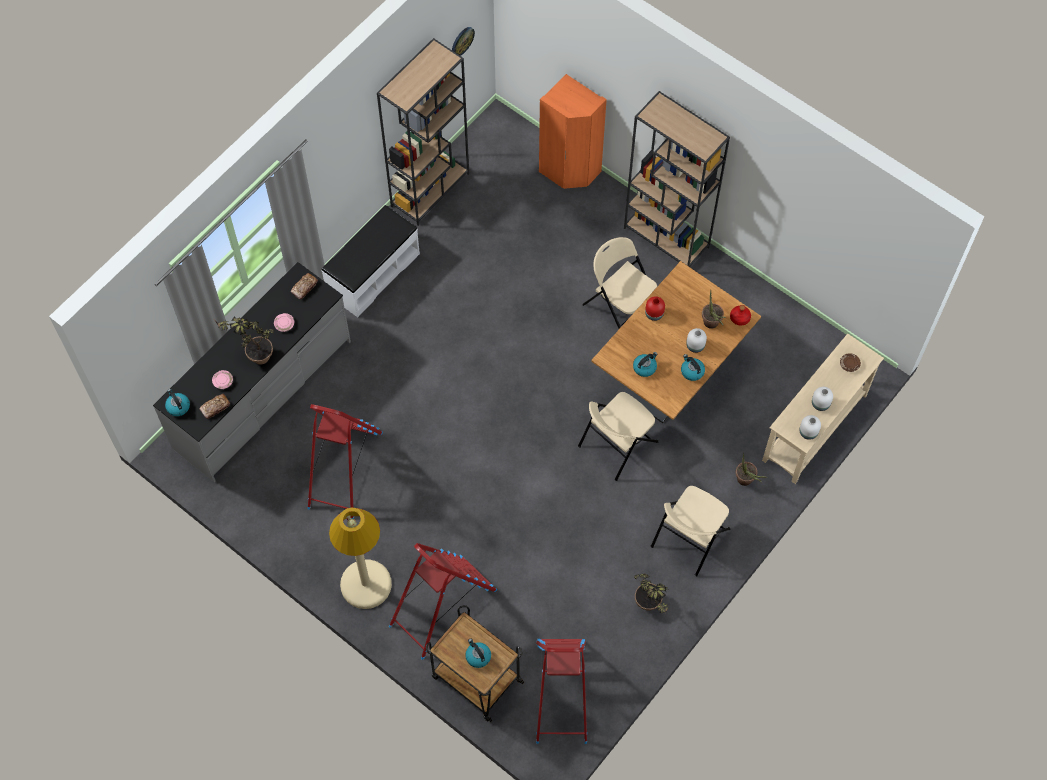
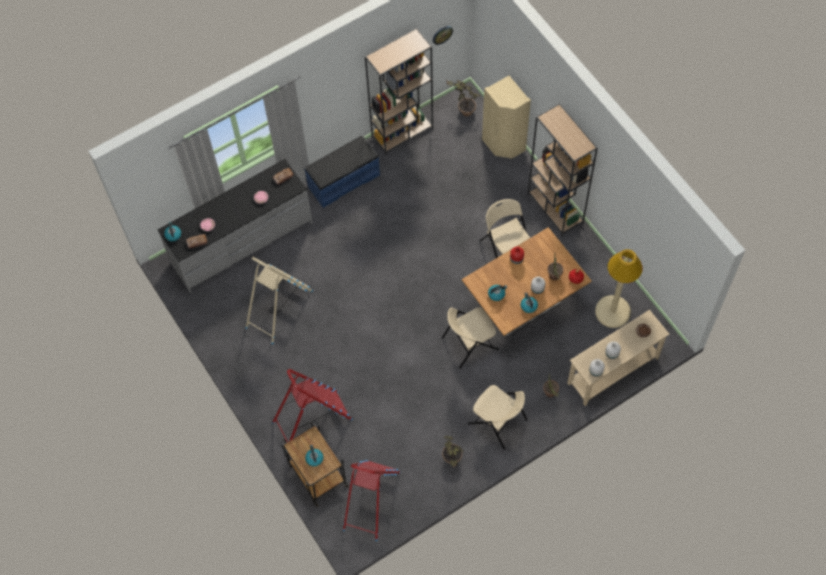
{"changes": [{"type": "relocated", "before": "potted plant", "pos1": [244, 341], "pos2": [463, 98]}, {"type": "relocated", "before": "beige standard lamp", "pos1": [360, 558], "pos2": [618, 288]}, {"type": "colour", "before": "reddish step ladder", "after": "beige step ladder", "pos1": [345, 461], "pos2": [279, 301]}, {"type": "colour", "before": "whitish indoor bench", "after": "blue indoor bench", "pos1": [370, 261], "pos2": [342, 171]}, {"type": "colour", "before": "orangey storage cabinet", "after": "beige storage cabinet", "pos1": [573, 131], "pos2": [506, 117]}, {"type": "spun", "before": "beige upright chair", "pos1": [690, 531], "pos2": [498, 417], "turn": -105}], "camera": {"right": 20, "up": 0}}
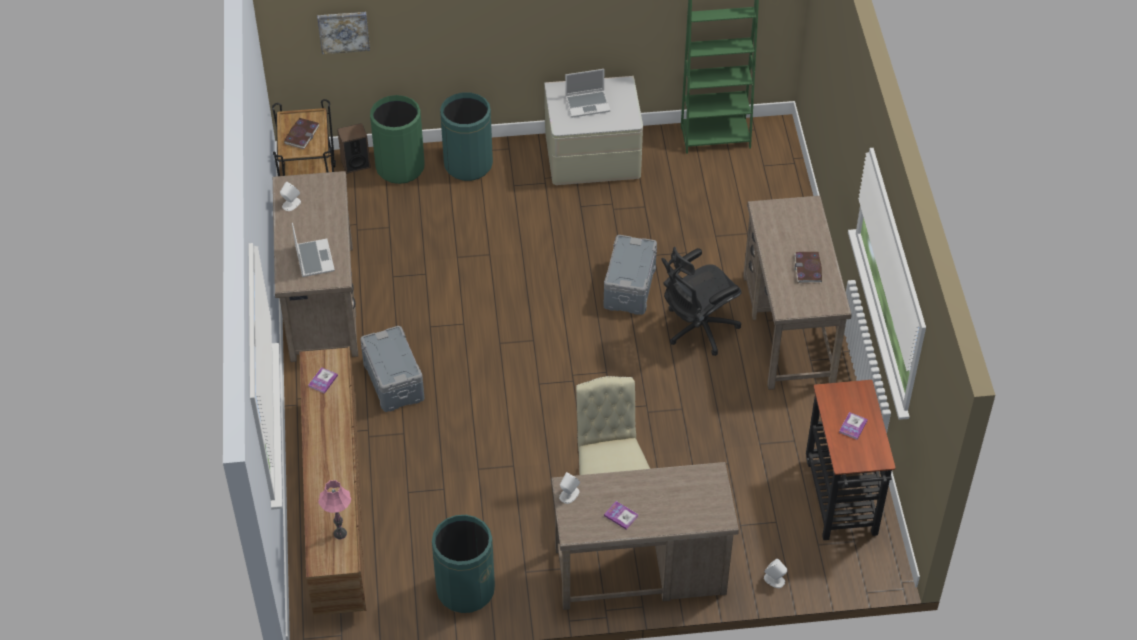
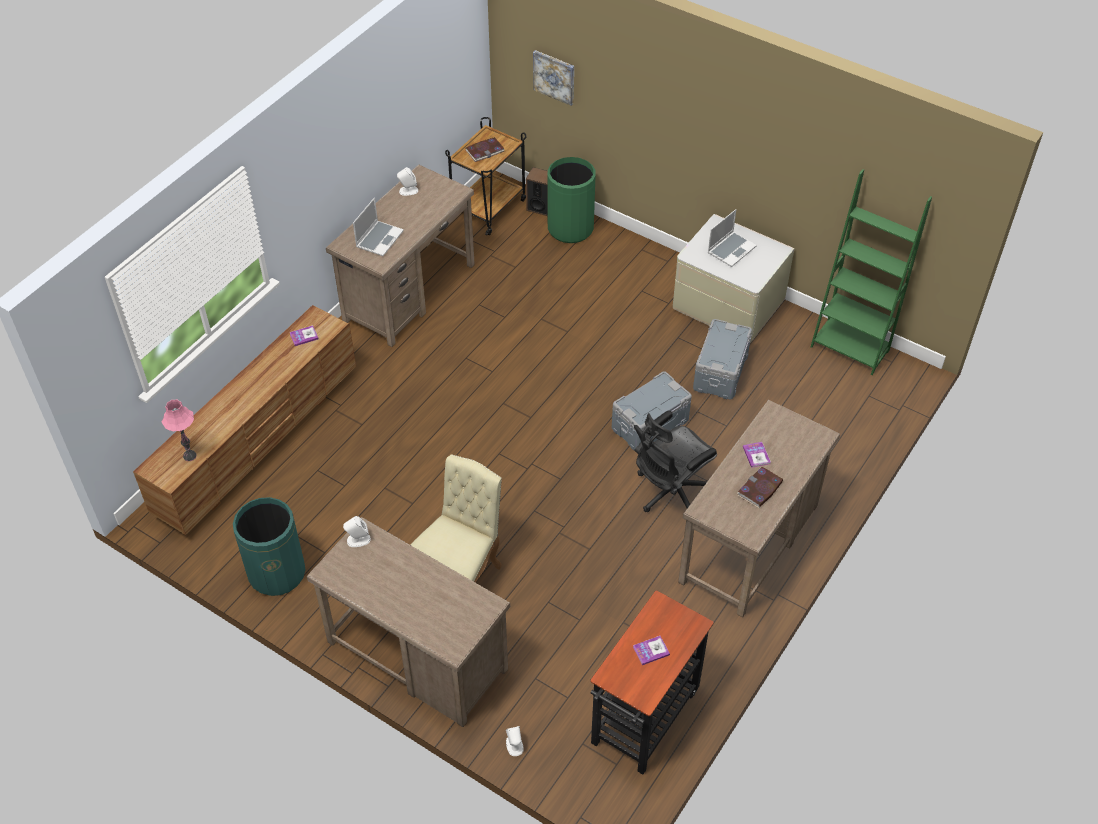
{"changes": [{"type": "missing", "before": "green rubbish bin", "pos1": [466, 136]}, {"type": "relocated", "before": "grey storage bin", "pos1": [392, 369], "pos2": [722, 359]}, {"type": "relocated", "before": "volume", "pos1": [621, 515], "pos2": [757, 455]}, {"type": "spun", "before": "laptop", "pos1": [588, 93], "pos2": [732, 238], "turn": -75}, {"type": "spun", "before": "desk chair", "pos1": [701, 301], "pos2": [675, 461], "turn": -45}], "camera": {"right": 40, "up": 0}}
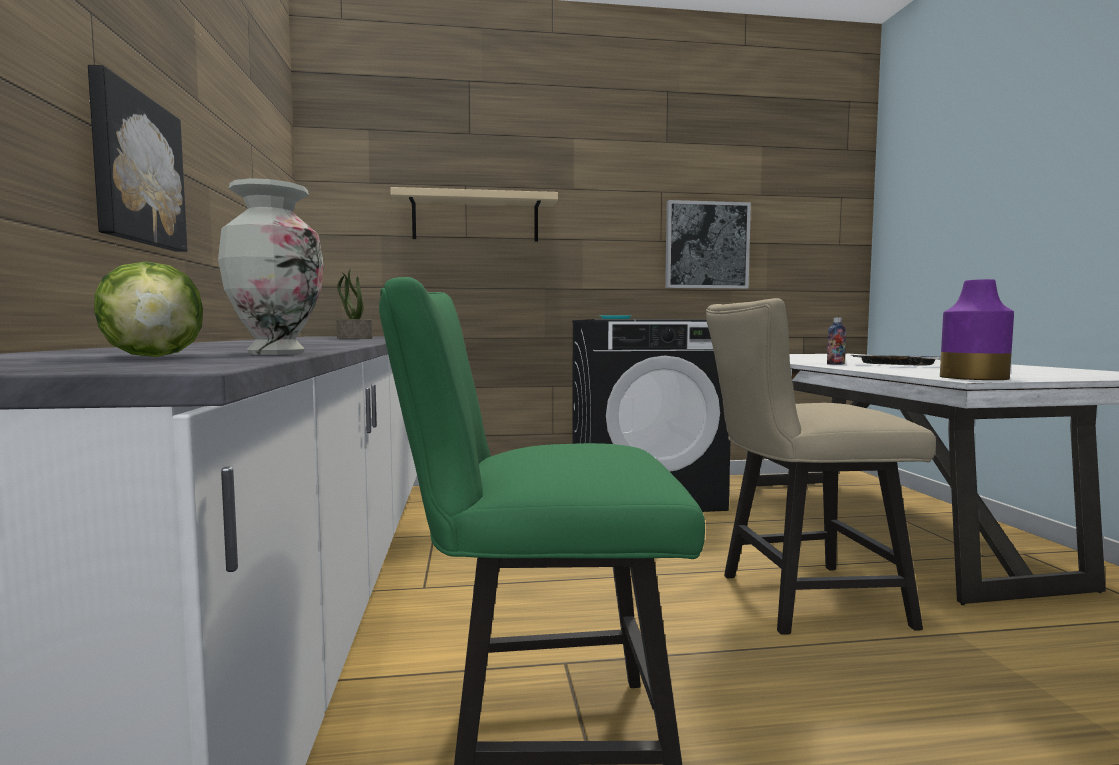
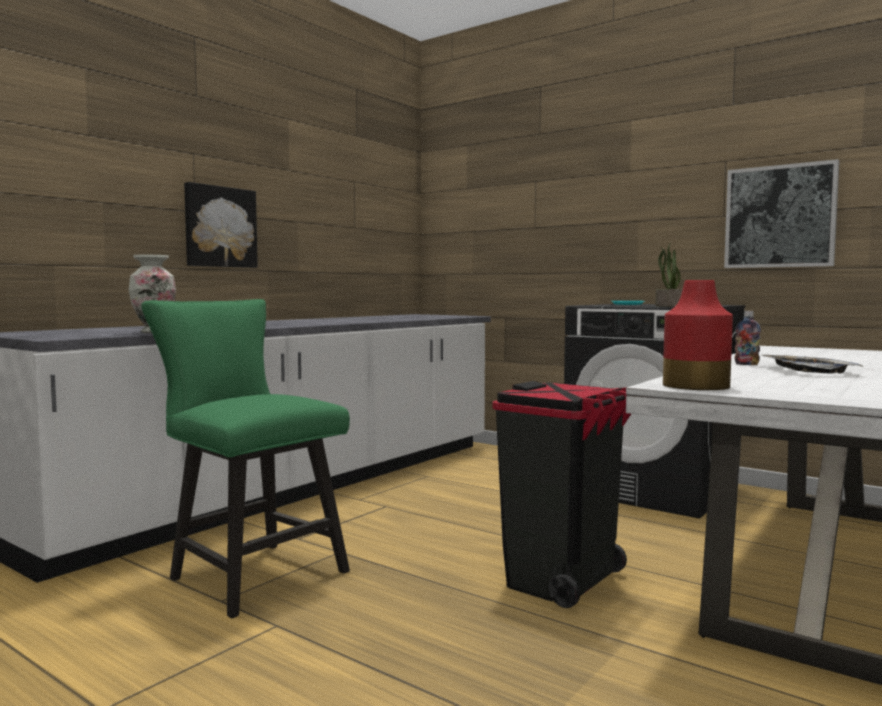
{"changes": [{"type": "missing", "before": "head of lettuce", "pos1": [148, 309]}, {"type": "missing", "before": "beige bracket shelf", "pos1": [474, 214]}, {"type": "relocated", "before": "potted plant", "pos1": [355, 303], "pos2": [669, 274]}, {"type": "exchanged", "before": "beige upright chair", "after": "black-coloured rubbish bin", "pos1": [821, 466], "pos2": [561, 494]}, {"type": "colour", "before": "purplish flower vase", "after": "reddish flower vase", "pos1": [977, 329], "pos2": [698, 335]}], "camera": {"right": 45, "up": 0}}
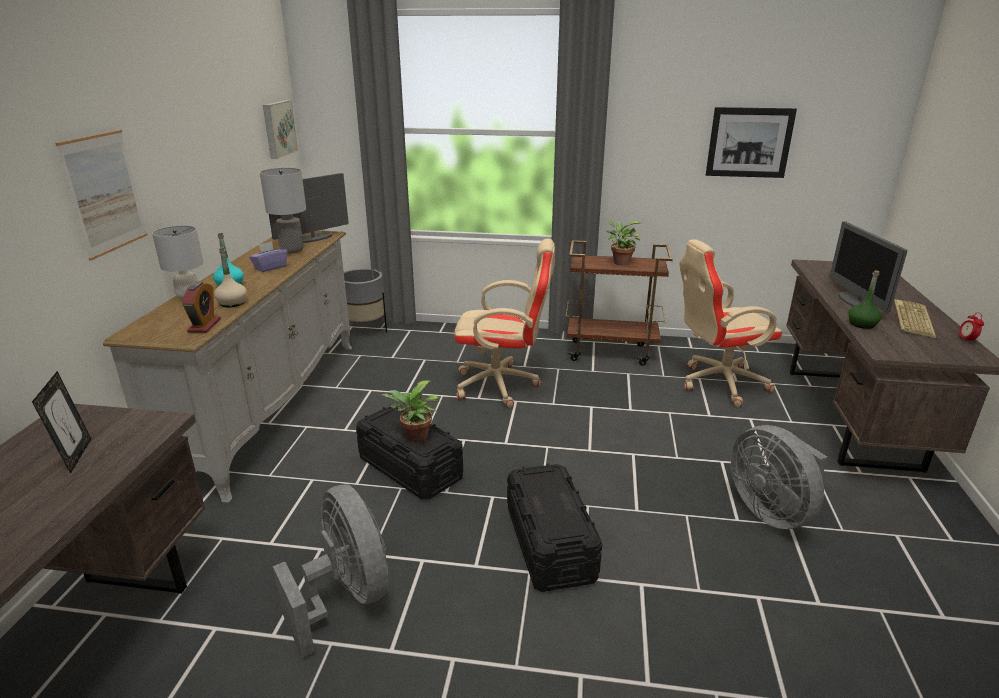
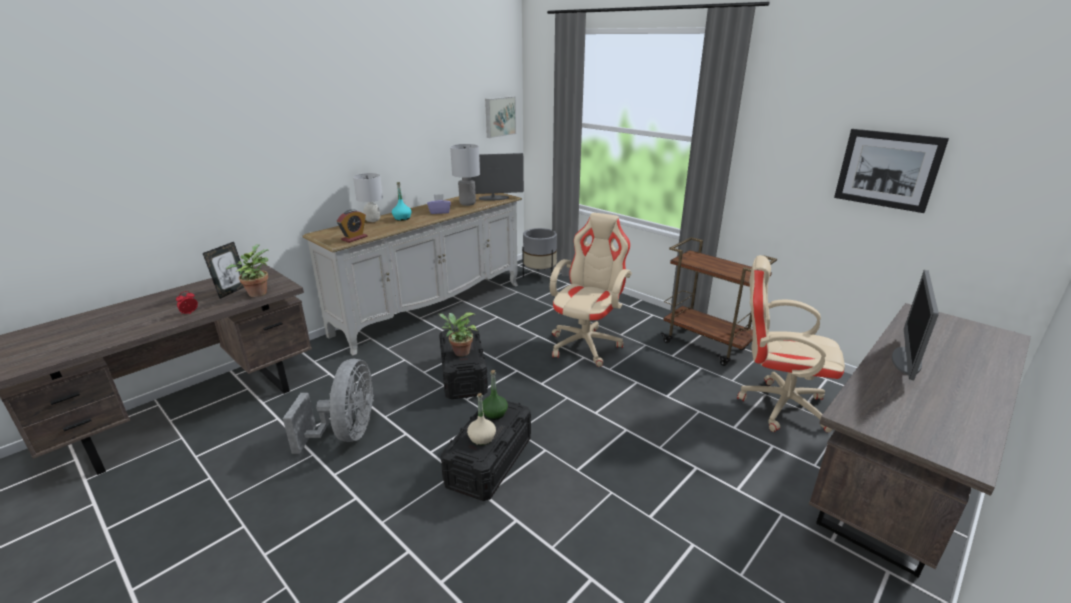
{"changes": [{"type": "missing", "before": "picture", "pos1": [101, 195]}, {"type": "missing", "before": "grey electric fan", "pos1": [779, 477]}, {"type": "missing", "before": "PC keyboard", "pos1": [915, 318]}, {"type": "relocated", "before": "beige bottle", "pos1": [230, 277], "pos2": [481, 419]}, {"type": "relocated", "before": "potted plant", "pos1": [624, 243], "pos2": [247, 270]}, {"type": "relocated", "before": "green bottle", "pos1": [865, 299], "pos2": [495, 395]}, {"type": "relocated", "before": "alarm clock", "pos1": [971, 328], "pos2": [187, 302]}, {"type": "spun", "before": "beige desk chair", "pos1": [504, 323], "pos2": [591, 290], "turn": -105}], "camera": {"right": 35, "up": 0}}
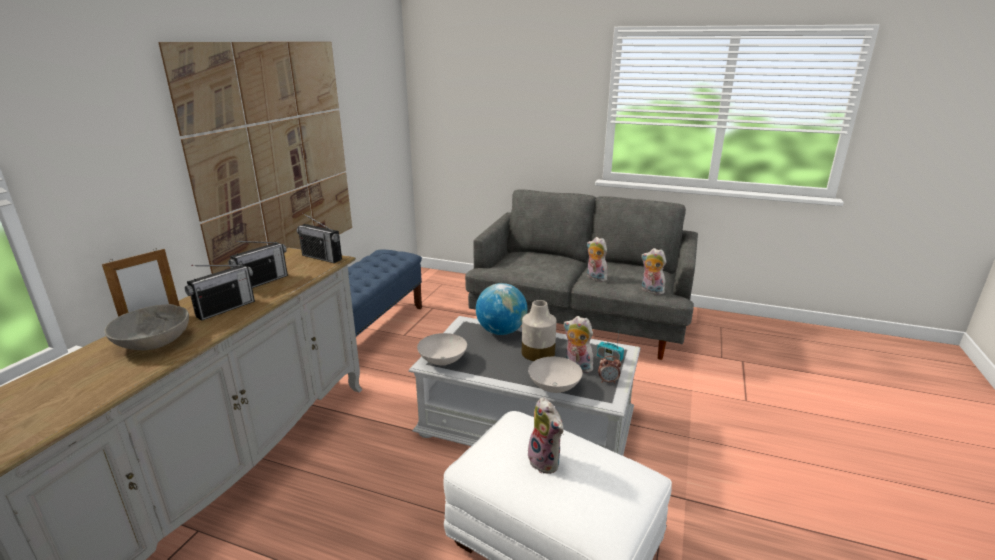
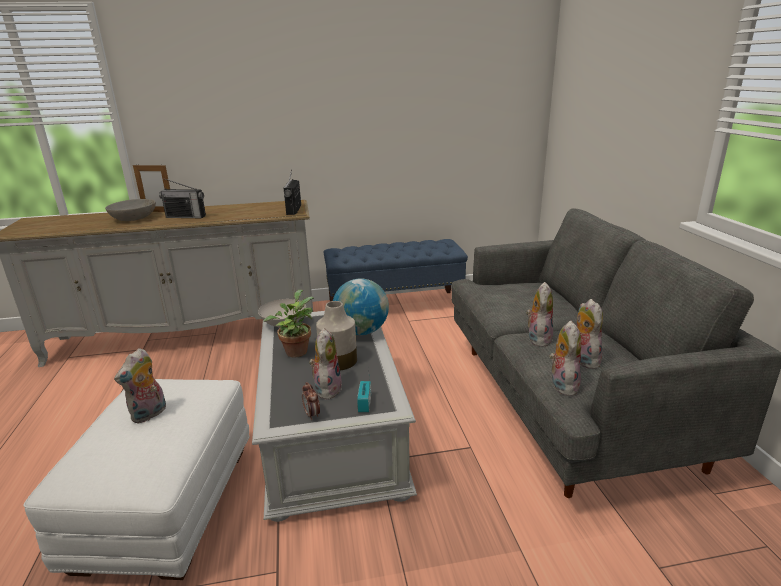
{"changes": [{"type": "missing", "before": "picture", "pos1": [255, 158]}, {"type": "missing", "before": "radio", "pos1": [258, 264]}, {"type": "missing", "before": "whitish bowl", "pos1": [555, 375]}, {"type": "appeared", "after": "potted plant", "pos2": [289, 324]}, {"type": "appeared", "after": "cuddly toy", "pos2": [590, 334]}], "camera": {"right": 60, "up": 0}}
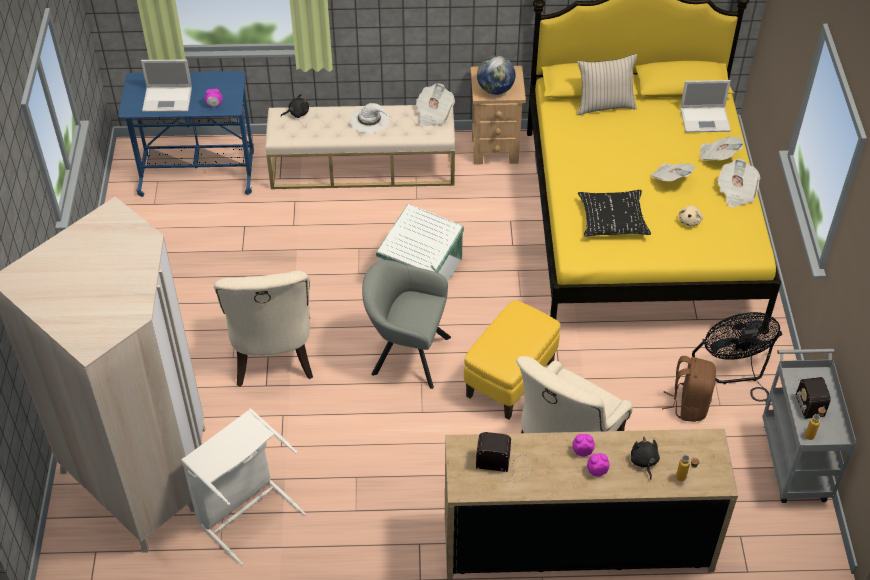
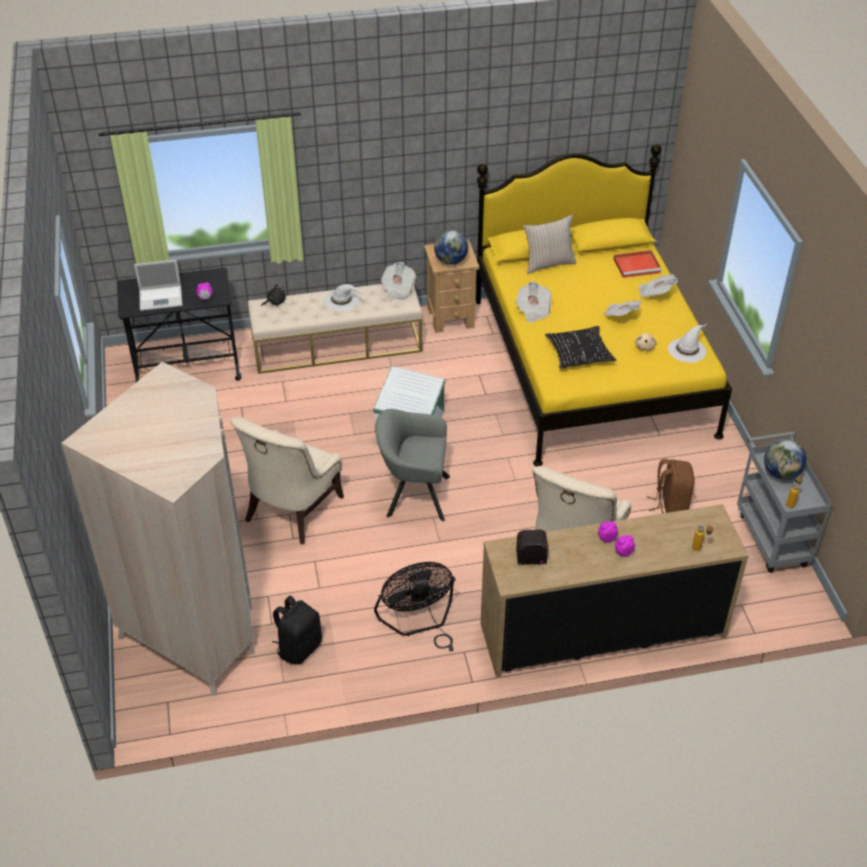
{"changes": [{"type": "missing", "before": "yellow-coloured ottoman", "pos1": [512, 360]}, {"type": "missing", "before": "black-coloured cuddly toy", "pos1": [645, 458]}, {"type": "appeared", "after": "whitish hat", "pos2": [687, 343]}, {"type": "relocated", "before": "black-coloured electric fan", "pos1": [737, 357], "pos2": [415, 606]}, {"type": "relocated", "before": "newspaper", "pos1": [739, 183], "pos2": [534, 302]}, {"type": "exchanged", "before": "whitish hamper", "after": "black-coloured rucksack", "pos1": [243, 486], "pos2": [297, 630]}, {"type": "exchanged", "before": "laptop", "after": "reddish serving tray", "pos1": [705, 106], "pos2": [637, 264]}, {"type": "exchanged", "before": "radio", "after": "desk globe", "pos1": [810, 398], "pos2": [785, 459]}, {"type": "colour", "before": "blue desk table", "after": "black-coloured desk table", "pos1": [186, 134], "pos2": [179, 325]}, {"type": "spun", "before": "beige lounge chair", "pos1": [263, 329], "pos2": [287, 480], "turn": 45}], "camera": {"right": -10, "up": -5}}
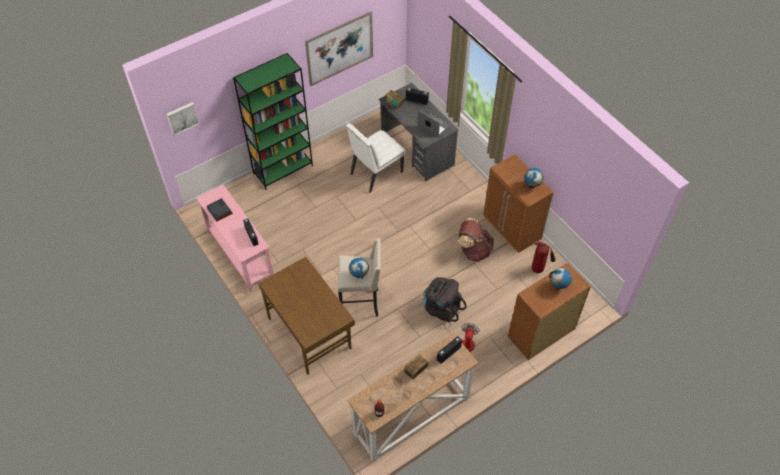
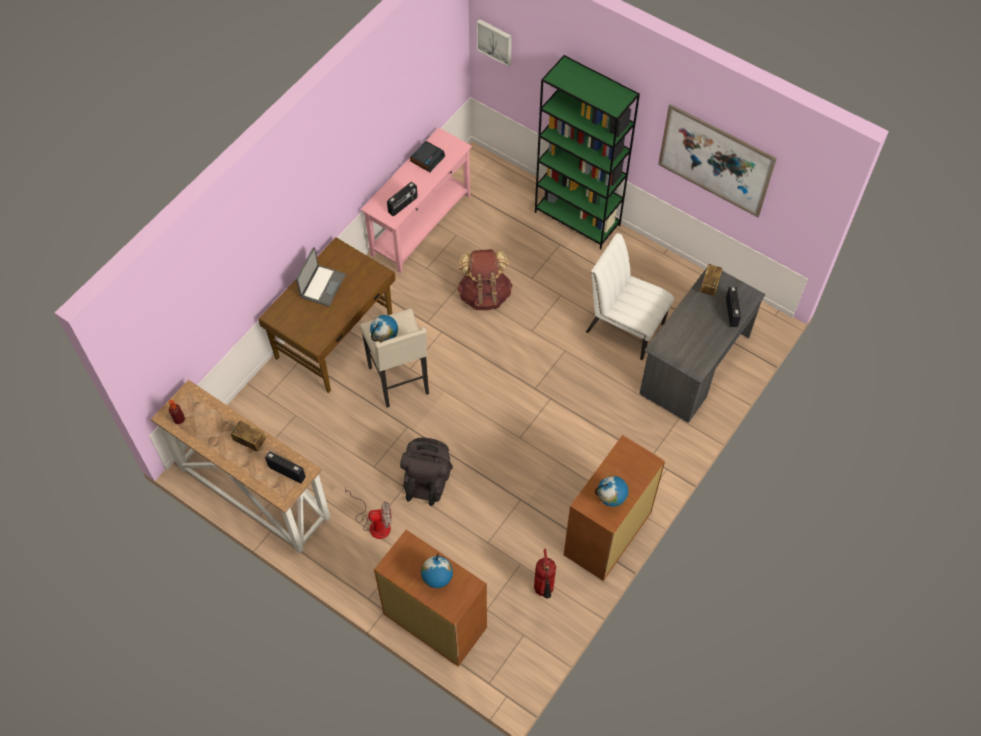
{"changes": [{"type": "relocated", "before": "laptop", "pos1": [434, 123], "pos2": [321, 277]}, {"type": "relocated", "before": "brownish rucksack", "pos1": [476, 240], "pos2": [485, 279]}], "camera": {"right": 70, "up": 5}}
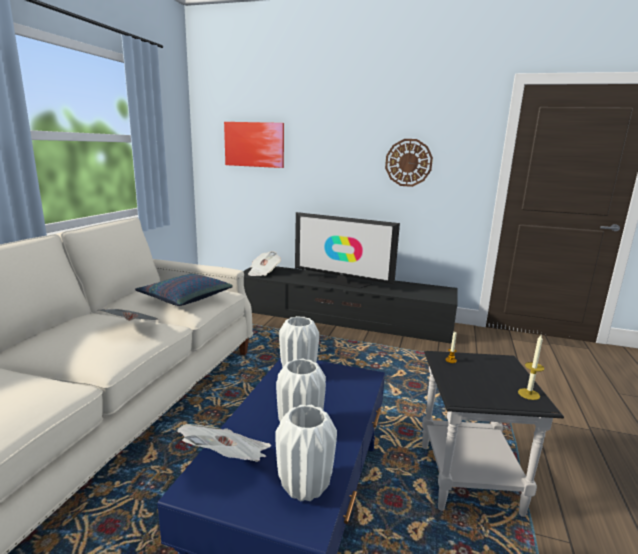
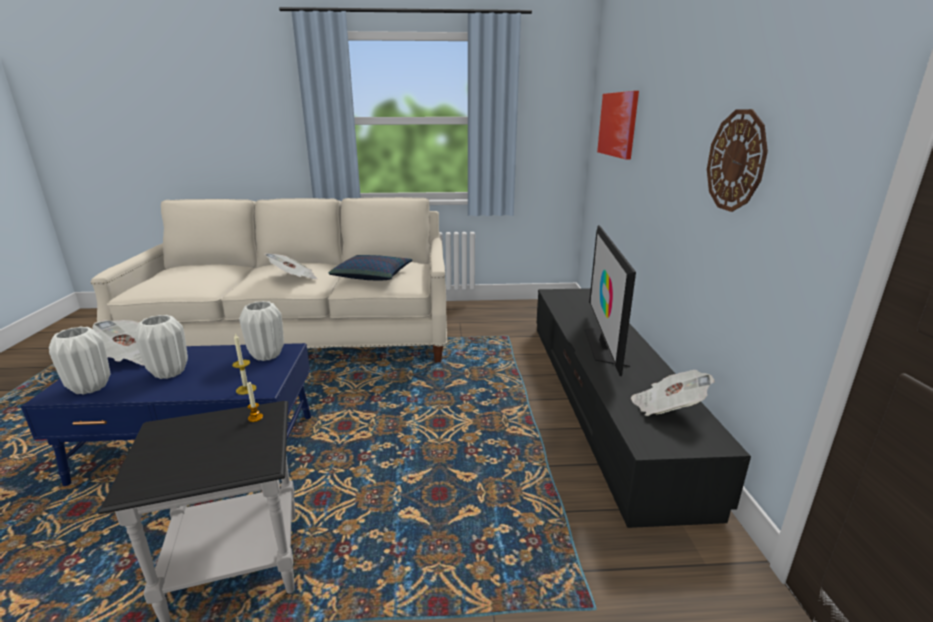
{"changes": [{"type": "relocated", "before": "newspaper", "pos1": [264, 263], "pos2": [673, 393]}, {"type": "relocated", "before": "wax candle", "pos1": [531, 367], "pos2": [244, 364]}], "camera": {"right": 70, "up": 5}}
